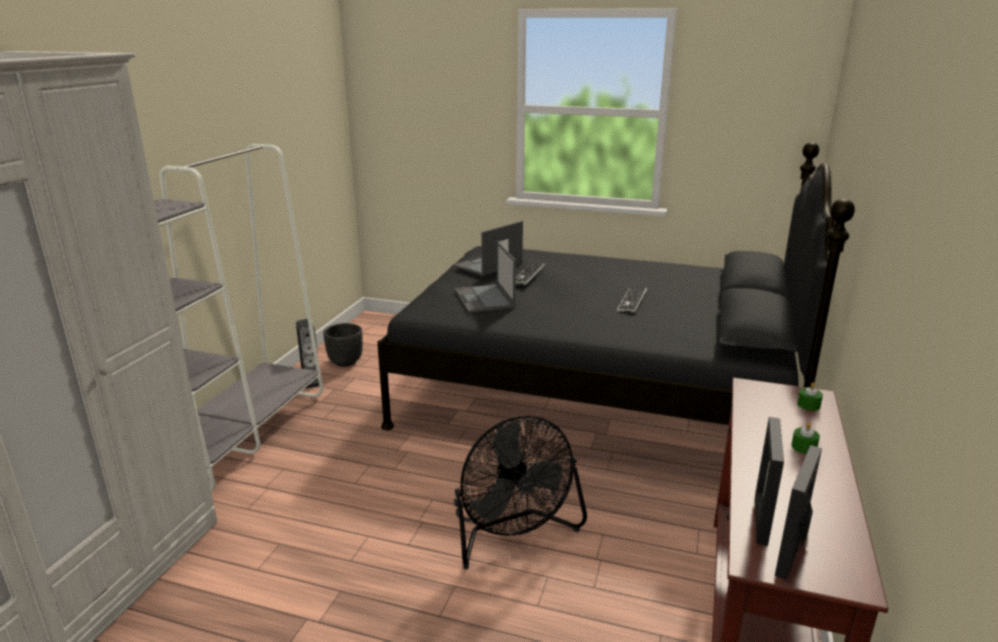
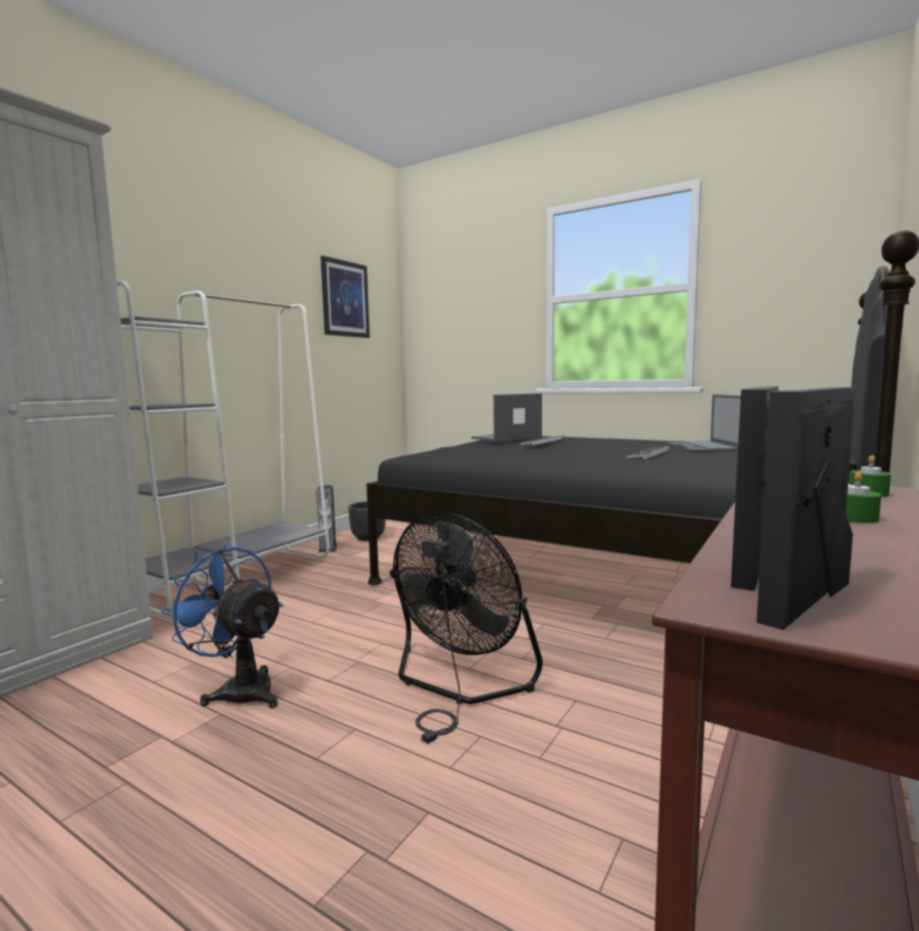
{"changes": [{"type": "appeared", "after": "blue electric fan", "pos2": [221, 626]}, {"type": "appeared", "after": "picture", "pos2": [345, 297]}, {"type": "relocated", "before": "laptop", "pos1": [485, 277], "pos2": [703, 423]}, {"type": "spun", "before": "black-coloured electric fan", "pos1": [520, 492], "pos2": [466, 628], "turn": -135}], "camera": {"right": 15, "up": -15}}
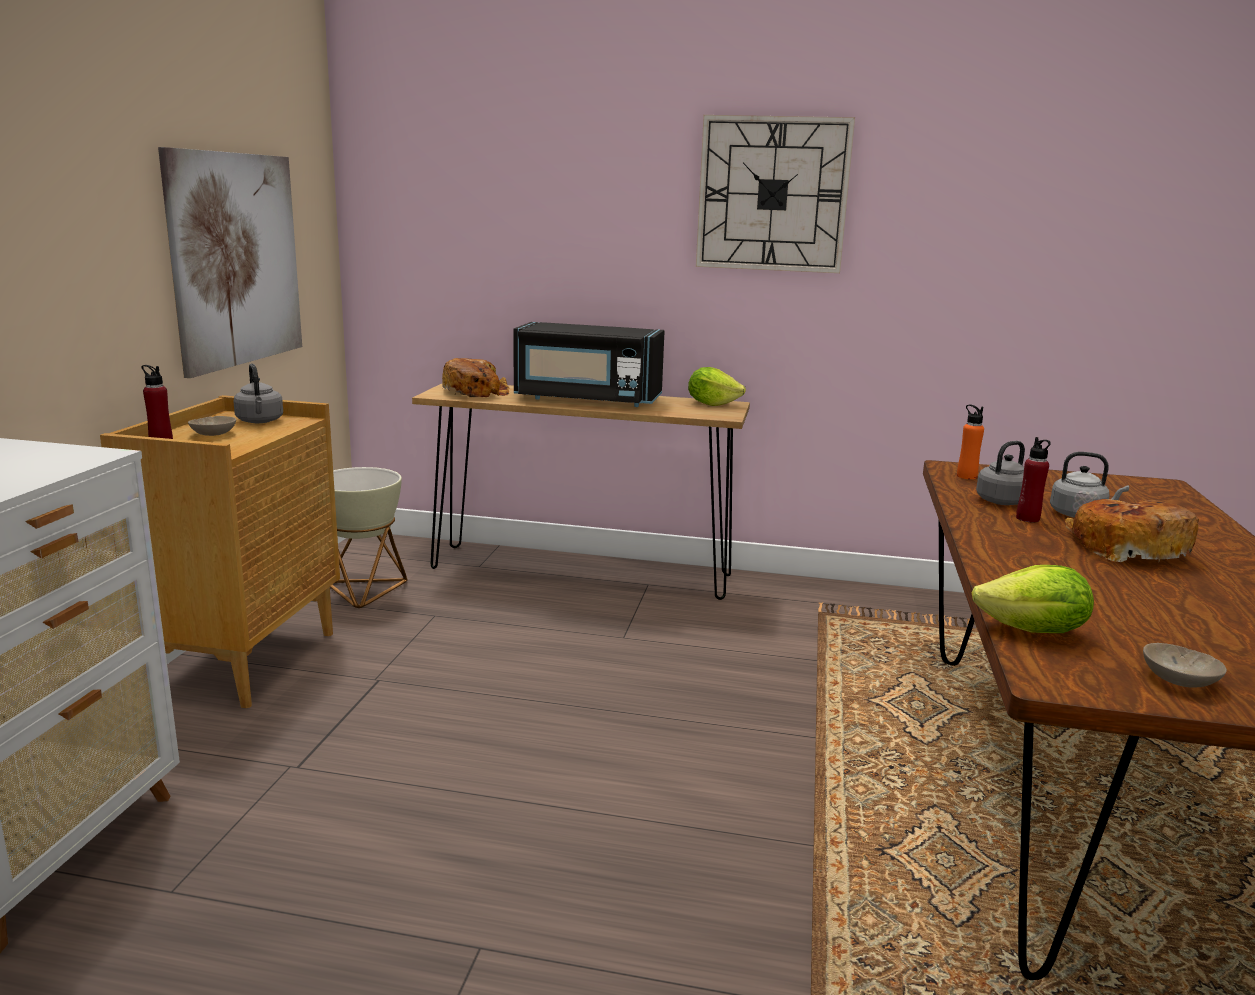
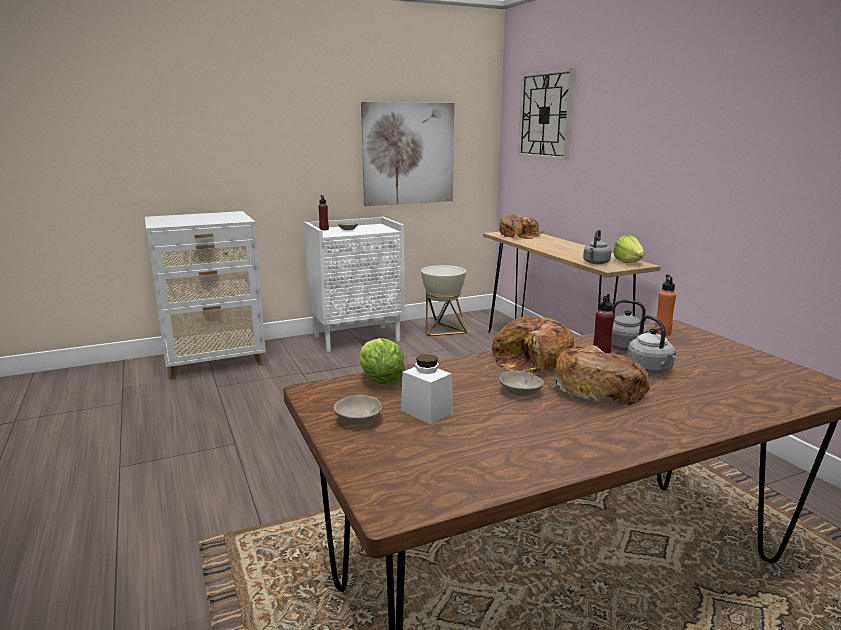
{"changes": [{"type": "missing", "before": "black-coloured kitchen microwave", "pos1": [589, 364]}, {"type": "appeared", "after": "whitish jar", "pos2": [427, 389]}, {"type": "appeared", "after": "baked bread", "pos2": [533, 344]}, {"type": "appeared", "after": "beige bowl", "pos2": [521, 383]}, {"type": "relocated", "before": "grey kettle", "pos1": [258, 393], "pos2": [597, 246]}, {"type": "relocated", "before": "clock on the wall", "pos1": [775, 194], "pos2": [546, 114]}, {"type": "colour", "before": "brownish storage cabinet", "after": "whitish storage cabinet", "pos1": [220, 551], "pos2": [354, 284]}], "camera": {"right": 55, "up": 0}}
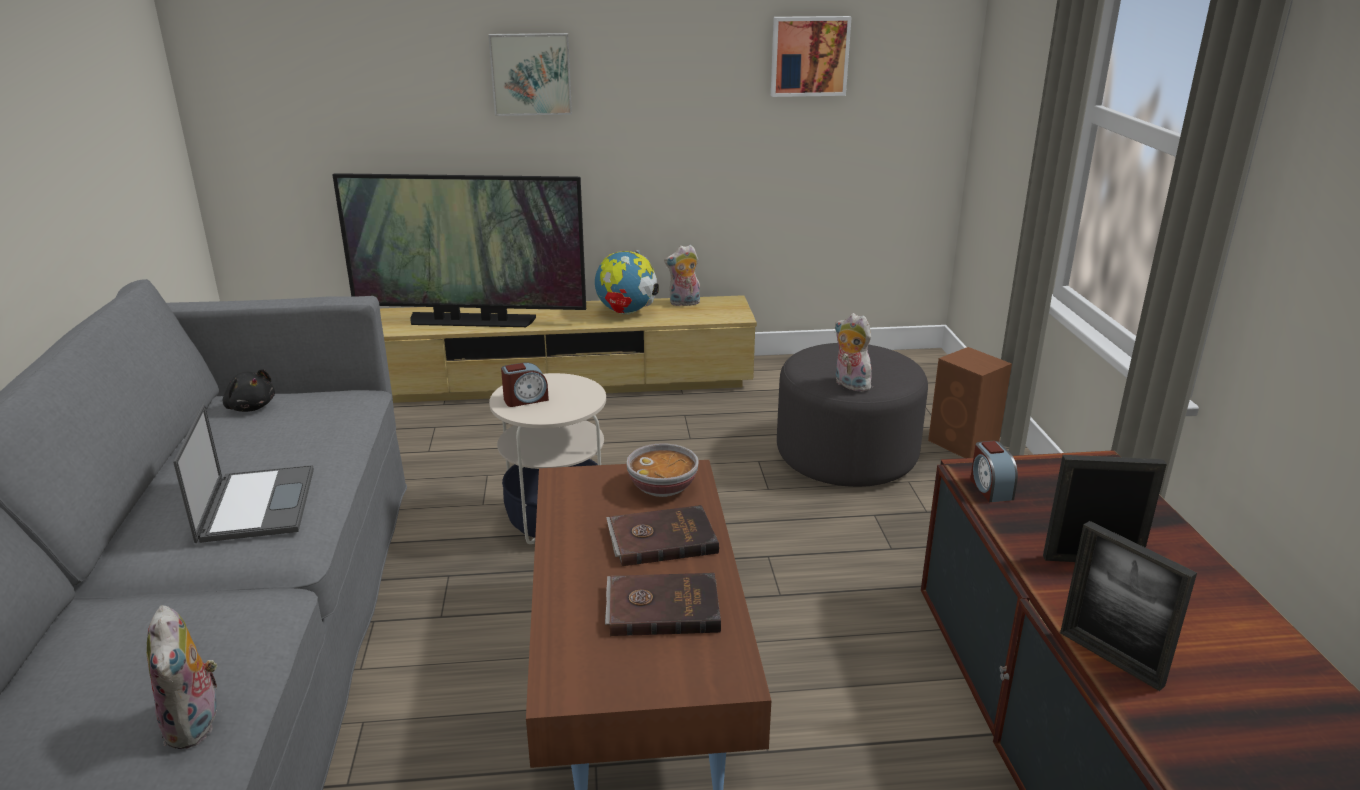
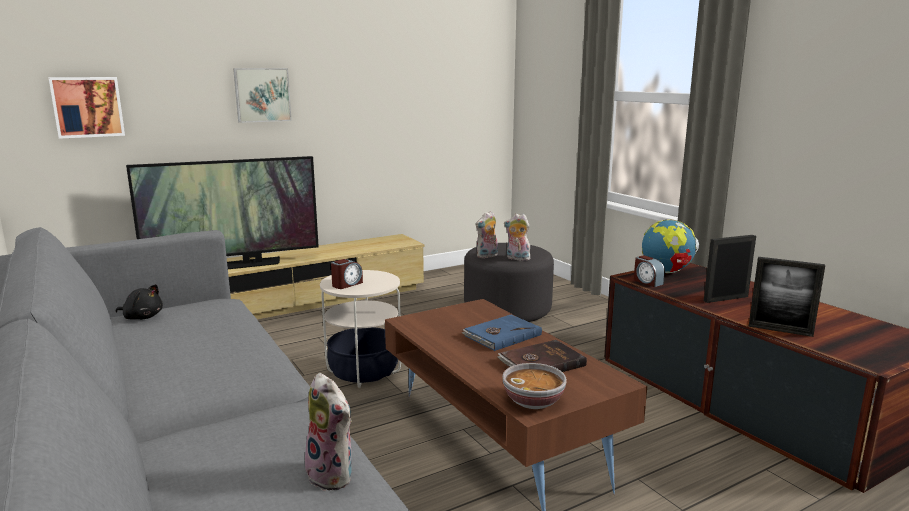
{"changes": [{"type": "missing", "before": "laptop", "pos1": [243, 473]}, {"type": "missing", "before": "brownish audio speaker", "pos1": [970, 402]}, {"type": "relocated", "before": "desk globe", "pos1": [627, 282], "pos2": [670, 246]}, {"type": "relocated", "before": "bowl", "pos1": [662, 470], "pos2": [534, 386]}, {"type": "relocated", "before": "cuddly toy", "pos1": [682, 275], "pos2": [486, 234]}, {"type": "relocated", "before": "picture", "pos1": [811, 56], "pos2": [86, 108]}, {"type": "colour", "before": "brownish volume", "after": "blue volume", "pos1": [662, 535], "pos2": [502, 333]}], "camera": {"right": -25, "up": -10}}
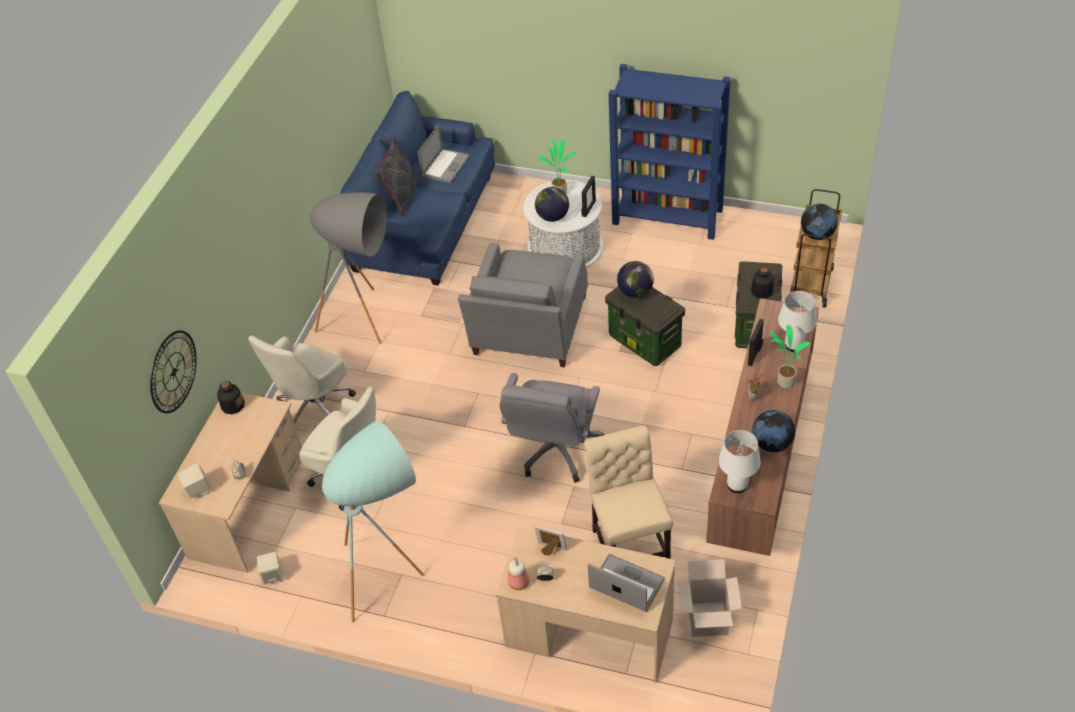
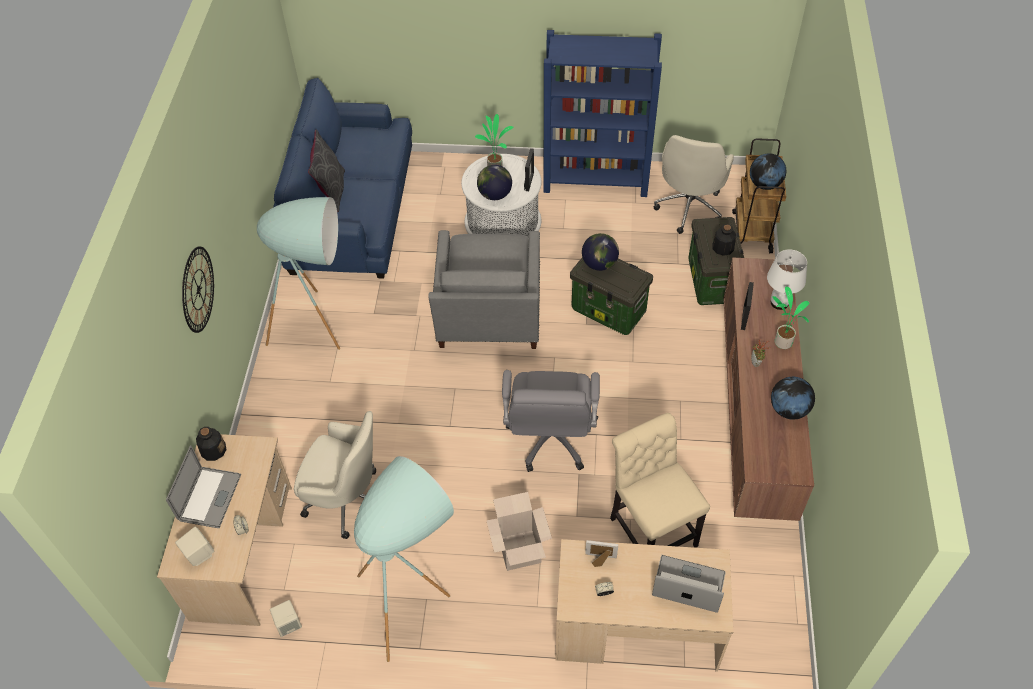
{"changes": [{"type": "missing", "before": "bottle", "pos1": [518, 573]}, {"type": "missing", "before": "whitish table lamp", "pos1": [739, 461]}, {"type": "relocated", "before": "clock on the wall", "pos1": [173, 371], "pos2": [198, 290]}, {"type": "relocated", "before": "beige desk chair", "pos1": [302, 379], "pos2": [693, 184]}, {"type": "relocated", "before": "laptop", "pos1": [444, 153], "pos2": [203, 486]}, {"type": "relocated", "before": "carton", "pos1": [710, 598], "pos2": [519, 531]}, {"type": "colour", "before": "grey standard lamp", "after": "turquoise standard lamp", "pos1": [348, 268], "pos2": [298, 273]}], "camera": {"right": -15, "up": 5}}
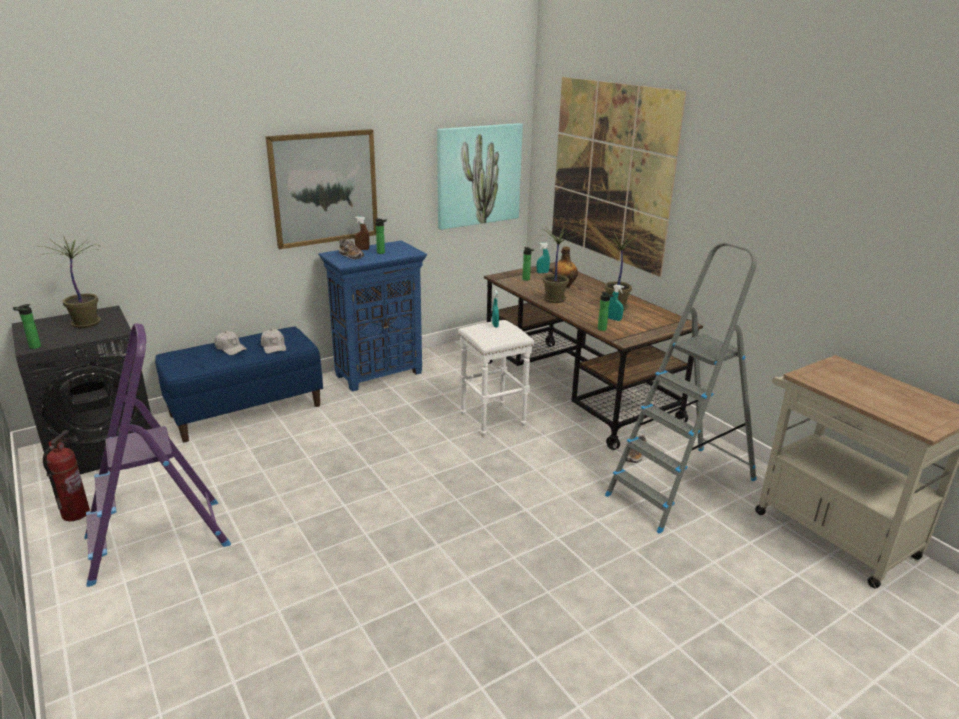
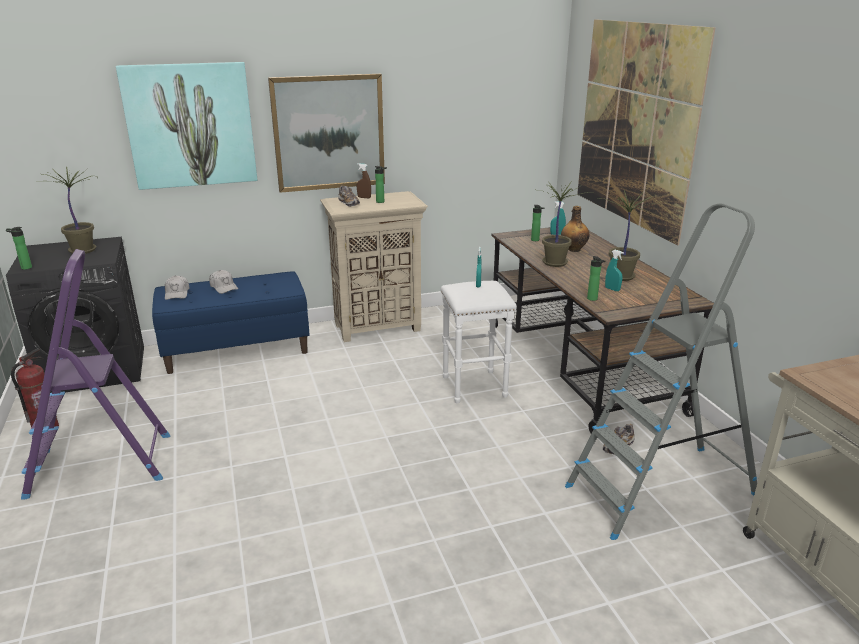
{"changes": [{"type": "relocated", "before": "whitish baseball cap", "pos1": [273, 341], "pos2": [177, 288]}, {"type": "relocated", "before": "picture", "pos1": [480, 176], "pos2": [186, 126]}, {"type": "colour", "before": "blue storage cabinet", "after": "beige storage cabinet", "pos1": [372, 316], "pos2": [374, 266]}], "camera": {"right": 15, "up": 0}}
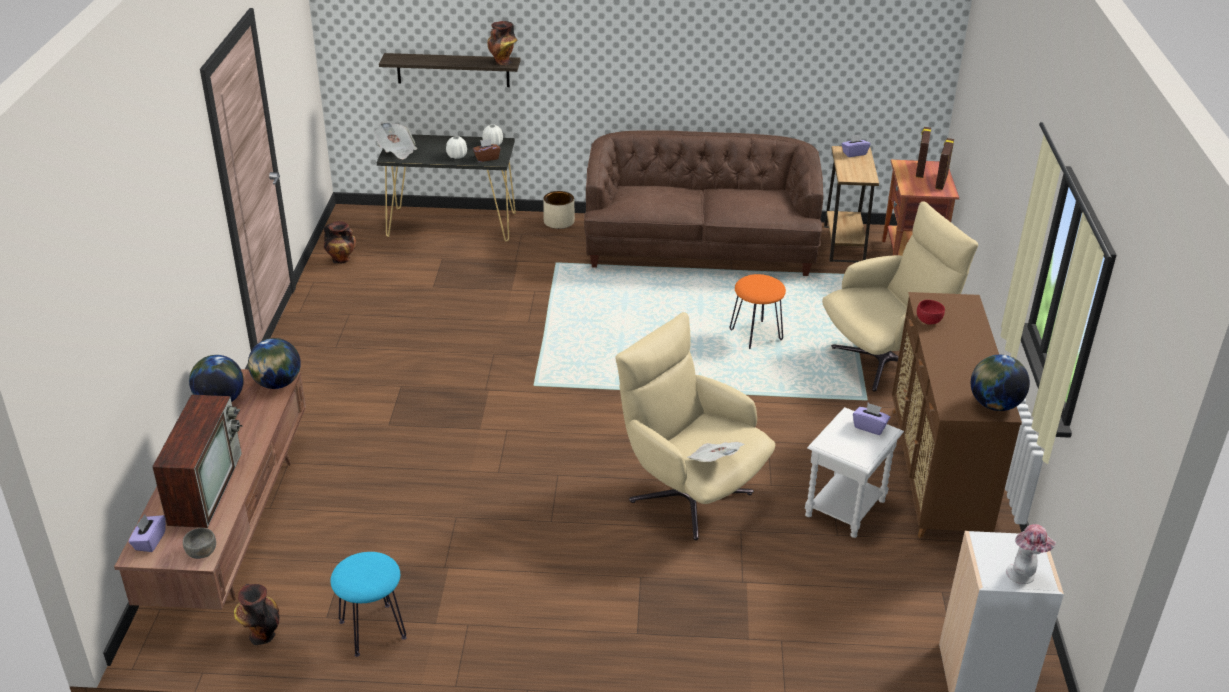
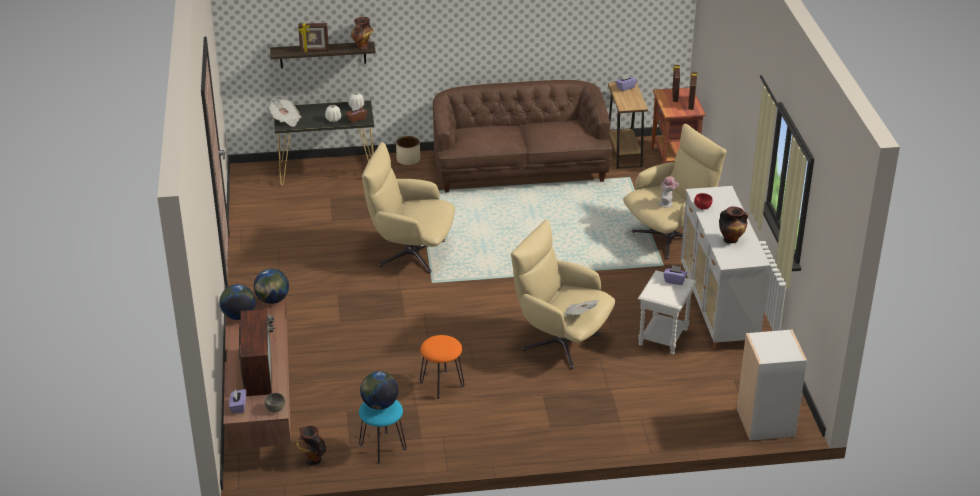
{"changes": [{"type": "appeared", "after": "picture frame", "pos2": [313, 37]}, {"type": "appeared", "after": "beige lounge chair", "pos2": [408, 207]}, {"type": "relocated", "before": "flower vase", "pos1": [340, 242], "pos2": [733, 225]}, {"type": "relocated", "before": "orangey stool", "pos1": [758, 311], "pos2": [442, 367]}, {"type": "relocated", "before": "desk globe", "pos1": [1000, 383], "pos2": [379, 390]}, {"type": "relocated", "before": "hat", "pos1": [1031, 554], "pos2": [669, 192]}, {"type": "colour", "before": "brownish storage cabinet", "after": "whitish storage cabinet", "pos1": [957, 415], "pos2": [725, 267]}], "camera": {"right": -10, "up": 0}}
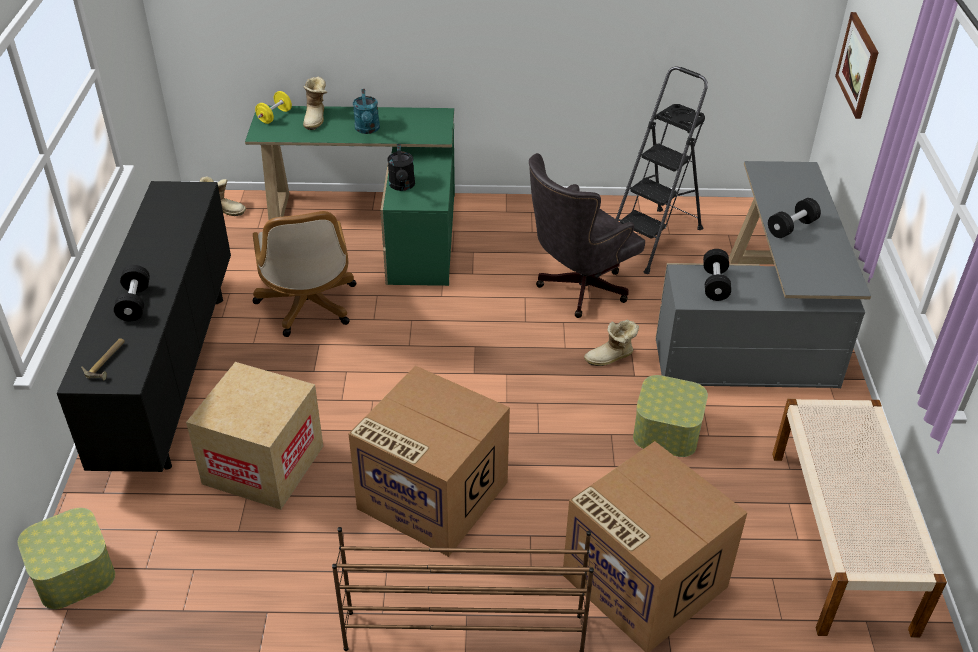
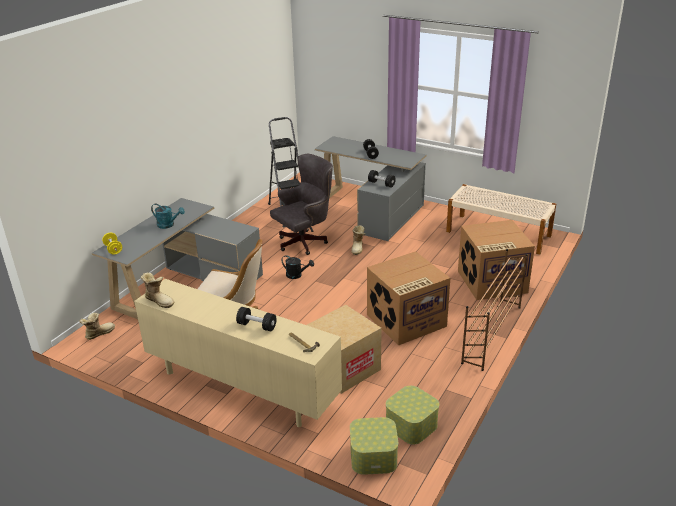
{"changes": [{"type": "missing", "before": "picture", "pos1": [857, 65]}, {"type": "relocated", "before": "tall boot", "pos1": [315, 103], "pos2": [157, 290]}, {"type": "relocated", "before": "black-coloured watering can", "pos1": [401, 167], "pos2": [298, 267]}, {"type": "relocated", "before": "storage bin", "pos1": [670, 416], "pos2": [412, 415]}, {"type": "colour", "before": "black-coloured storage cabinet", "after": "beige storage cabinet", "pos1": [144, 326], "pos2": [238, 353]}, {"type": "colour", "before": "green desk table", "after": "grey desk table", "pos1": [350, 196], "pos2": [177, 258]}, {"type": "spun", "before": "grey desk chair", "pos1": [587, 235], "pos2": [301, 204], "turn": -120}], "camera": {"right": -60, "up": -10}}
